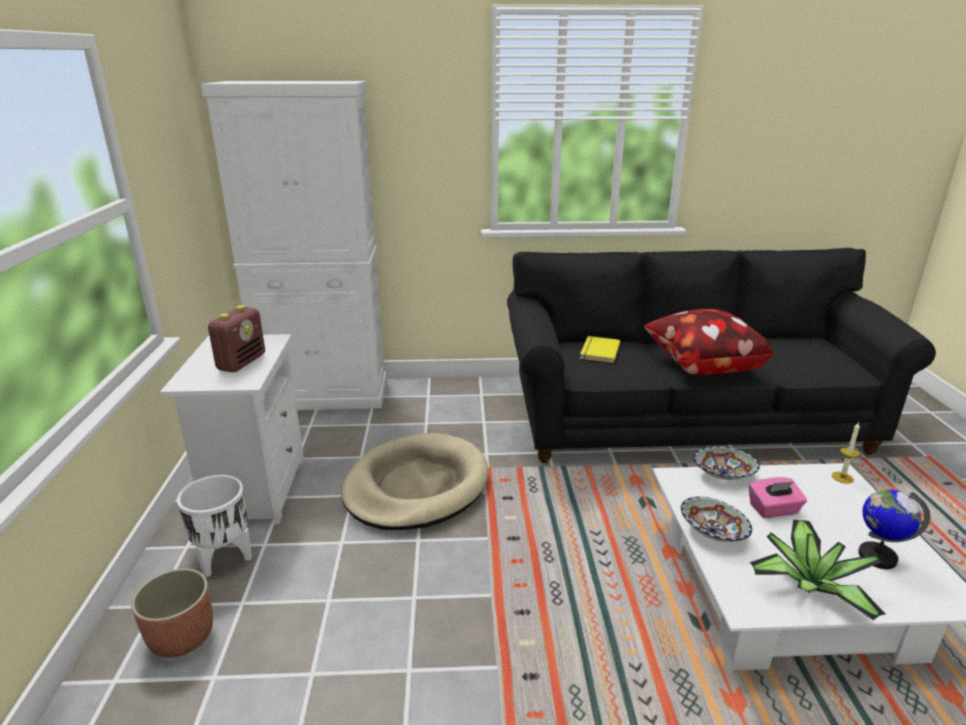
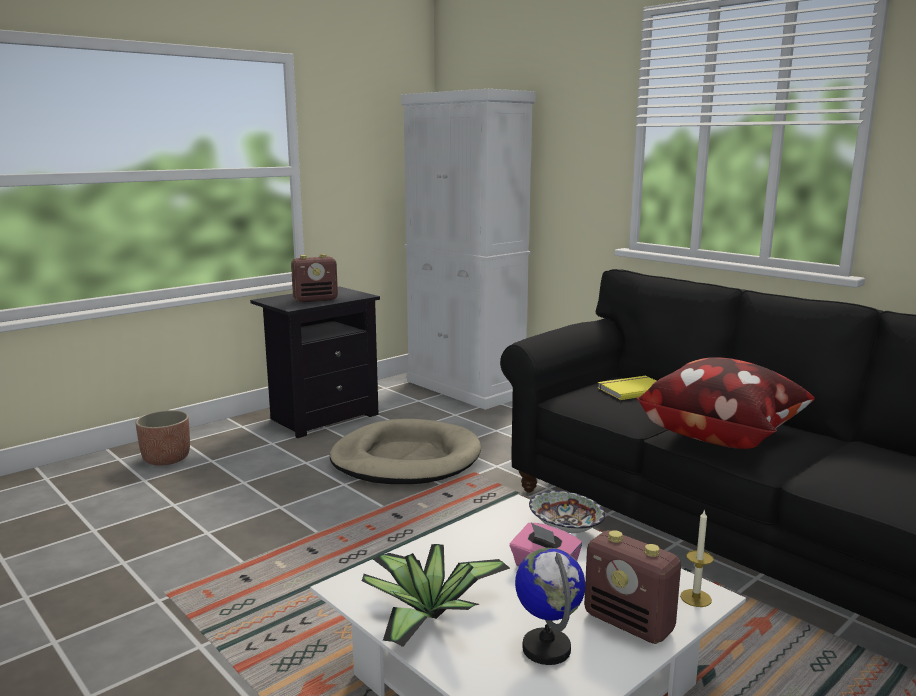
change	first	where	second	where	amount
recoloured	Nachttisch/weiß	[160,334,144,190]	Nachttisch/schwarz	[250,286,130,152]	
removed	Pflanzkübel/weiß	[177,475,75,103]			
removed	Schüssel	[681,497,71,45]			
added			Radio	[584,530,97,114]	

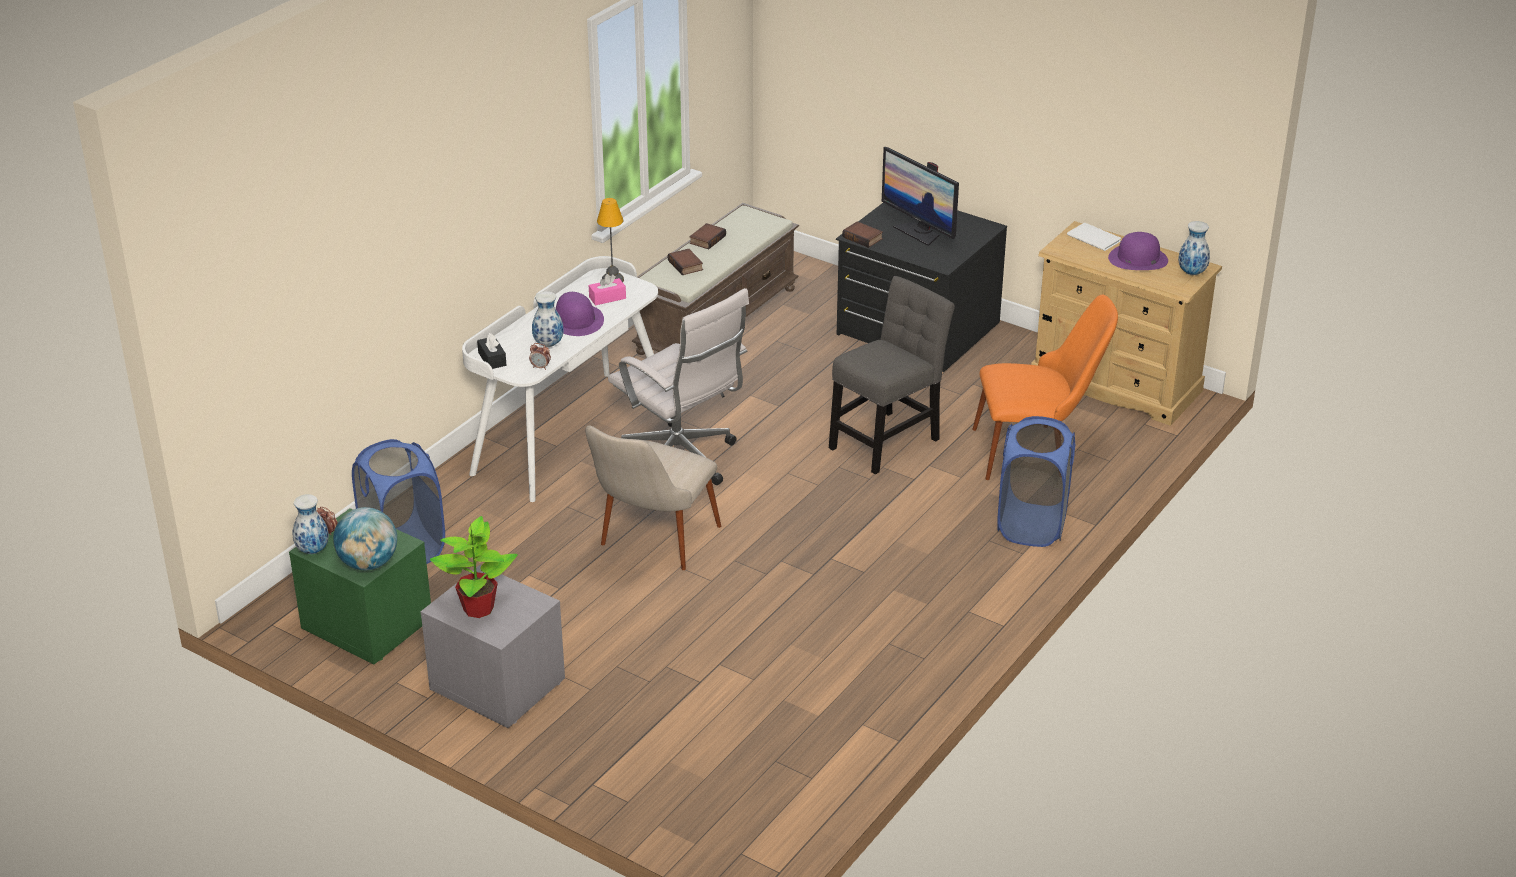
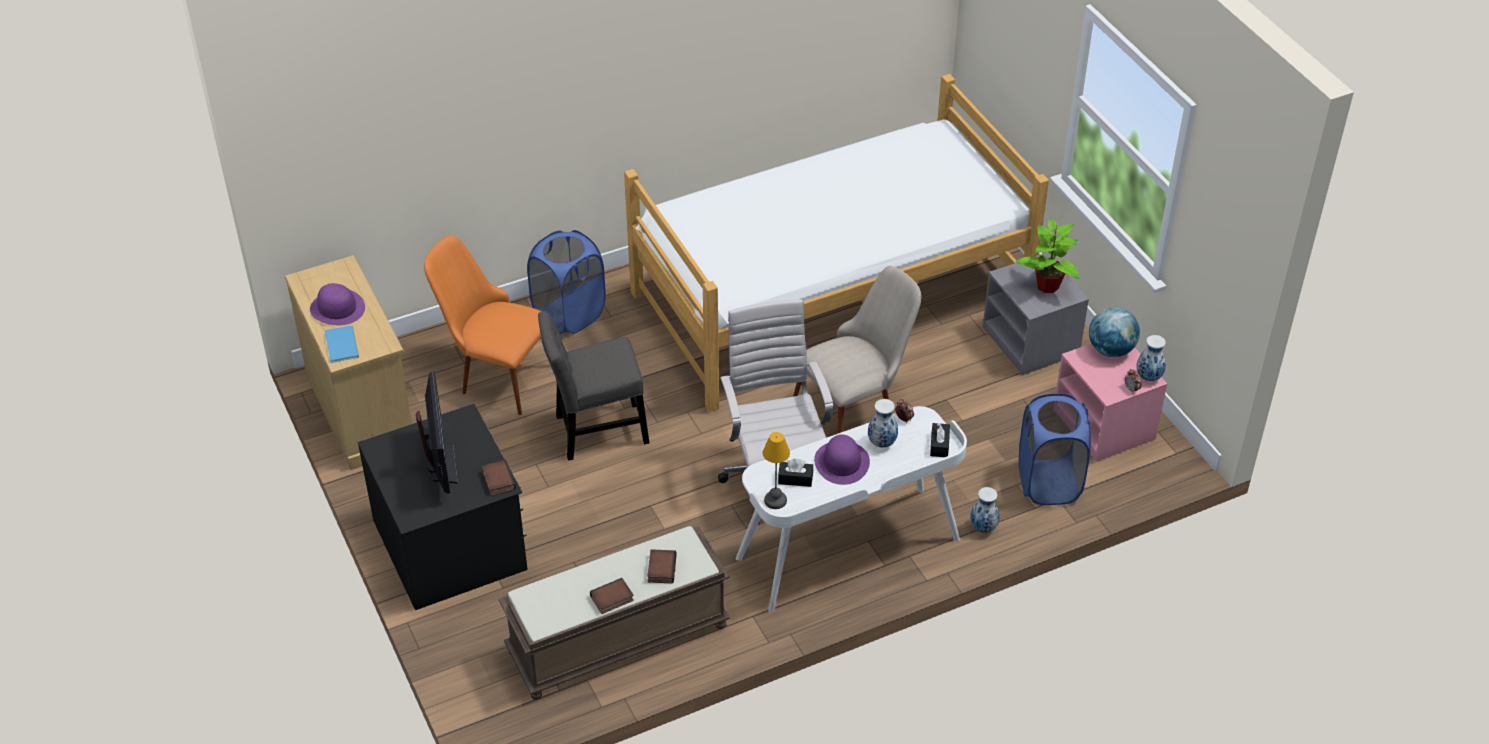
change	first	where	second	where	amount
moved	Vase	[1178,221,32,54]		[970,487,30,46]	
recoloured	Buch/weiß	[1067,223,54,28]	Buch/blau	[325,325,34,38]	
recoloured	Taschentuchbox/rosa	[589,274,37,32]	Taschentuchbox/schwarz	[778,459,35,28]	
recoloured	Nachttisch/grün	[289,508,142,156]	Nachttisch/rosa	[1056,343,111,119]	
added			Bett	[624,74,425,338]	

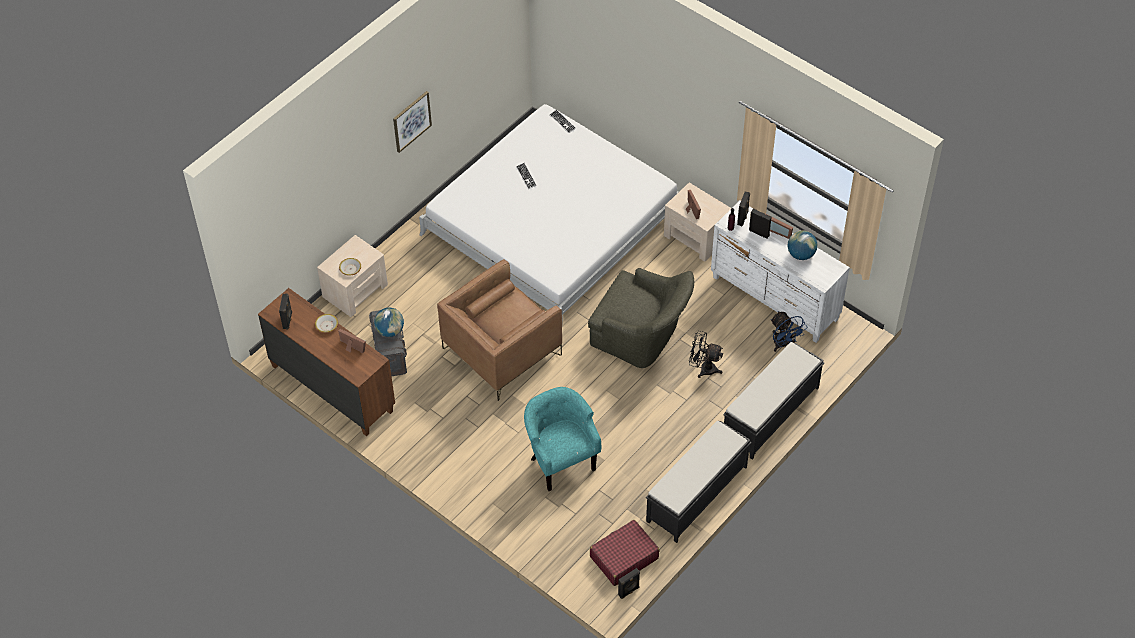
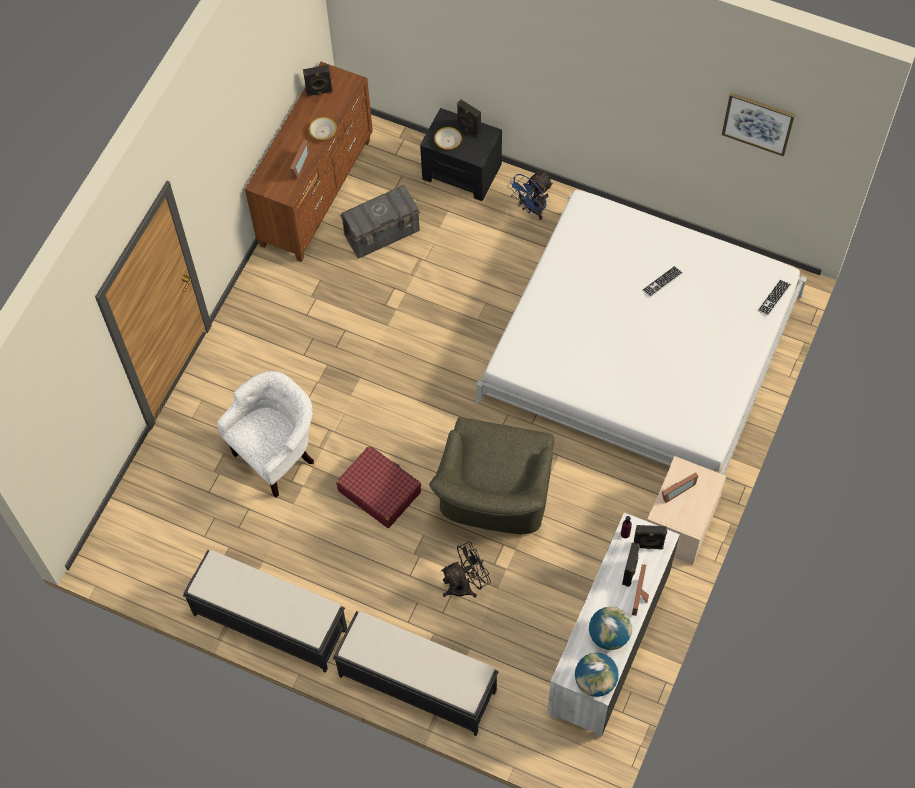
change	first	where	second	where	amount
moved	Bild	[393,91,39,62]		[722,93,73,63]	
recoloured	Nachttisch/beige	[317,235,71,82]	Nachttisch/schwarz	[420,108,82,93]	
removed	Sessel/braun	[437,259,125,142]			
moved	Globus	[374,307,30,30]		[575,653,44,44]	
moved	Ventilator/blau	[771,311,35,41]		[508,171,45,49]	
turned	Ventilator/schwarz	[689,331,34,47]		[441,542,50,55]	60 degrees clockwise
recoloured	Sessel/türkis	[524,387,77,104]	Sessel/weiß	[217,371,97,126]	
moved	Koffer/rot	[590,520,69,66]		[336,446,85,82]	
moved	Lautsprecher/schwarz	[618,568,22,31]		[457,100,24,37]	

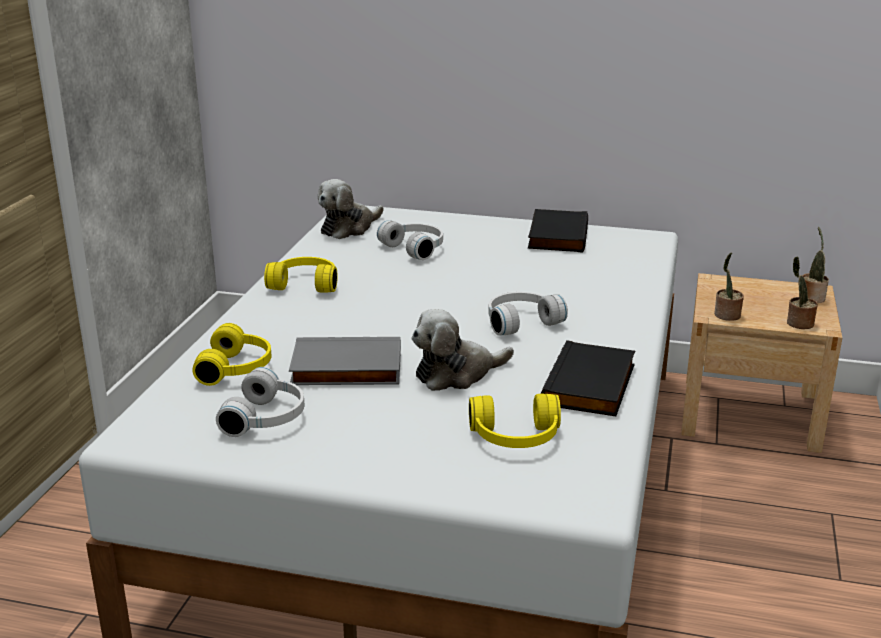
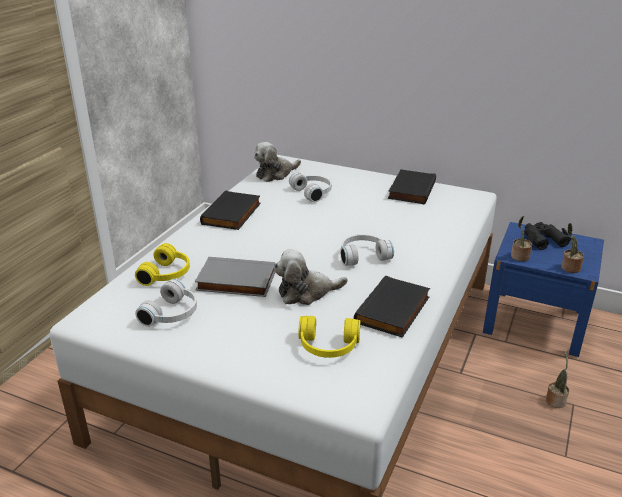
change	first	where	second	where	amount
moved	Topfpflanze	[802,227,27,76]		[546,351,23,57]	
replaced	Kopfhörer/gelb	[264,257,74,36]	Buch/schwarz	[200,190,61,40]	
recoloured	Nachttisch/beige	[681,273,161,180]	Nachttisch/blau	[483,222,121,135]	
added			Fernglas/schwarz	[524,222,47,28]	

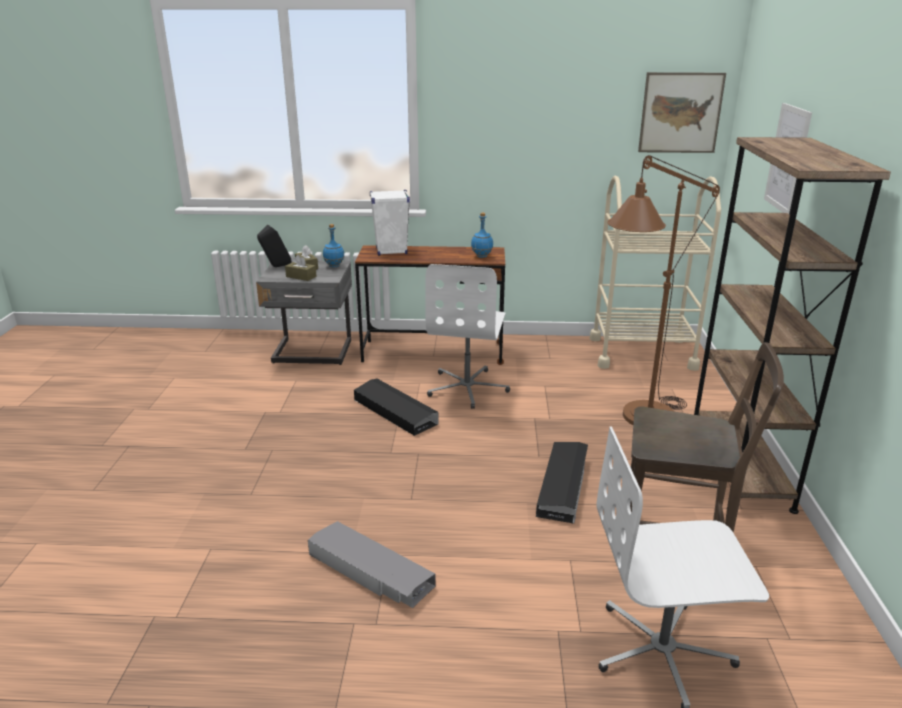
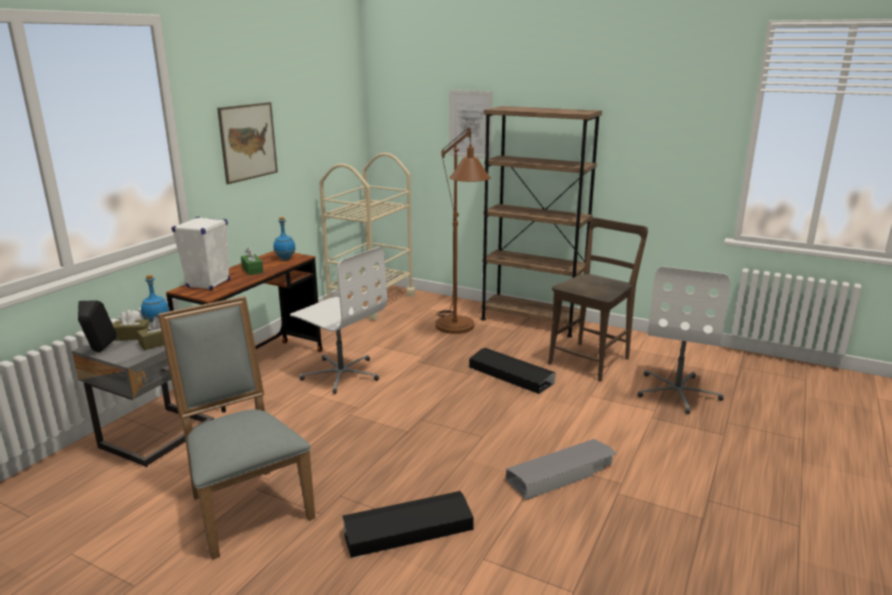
change	first	where	second	where	amount
moved	Bild	[638,72,88,81]		[217,102,61,82]	
moved	Aufbewahrungsbox/schwarz	[354,378,85,58]		[342,491,132,67]	
added			Taschentuchbox/grün	[241,248,23,27]	
added			Stuhl/grau	[158,296,157,264]	

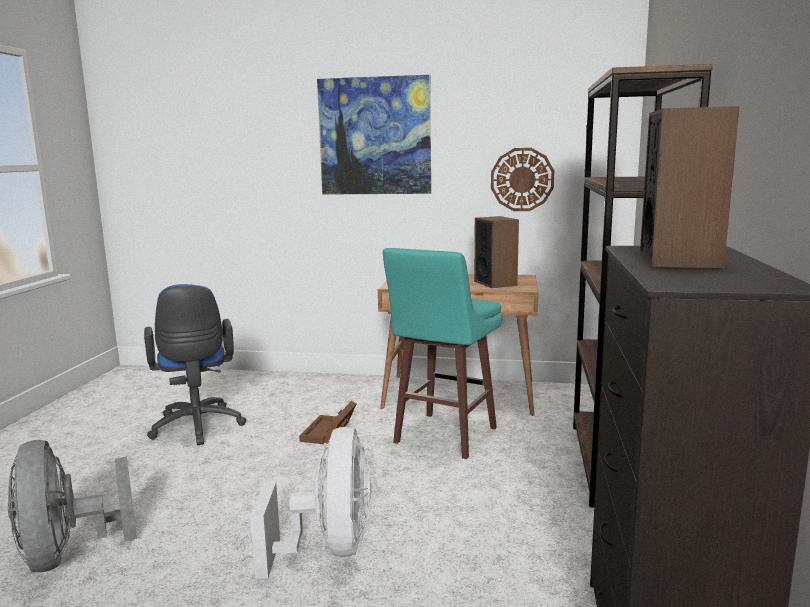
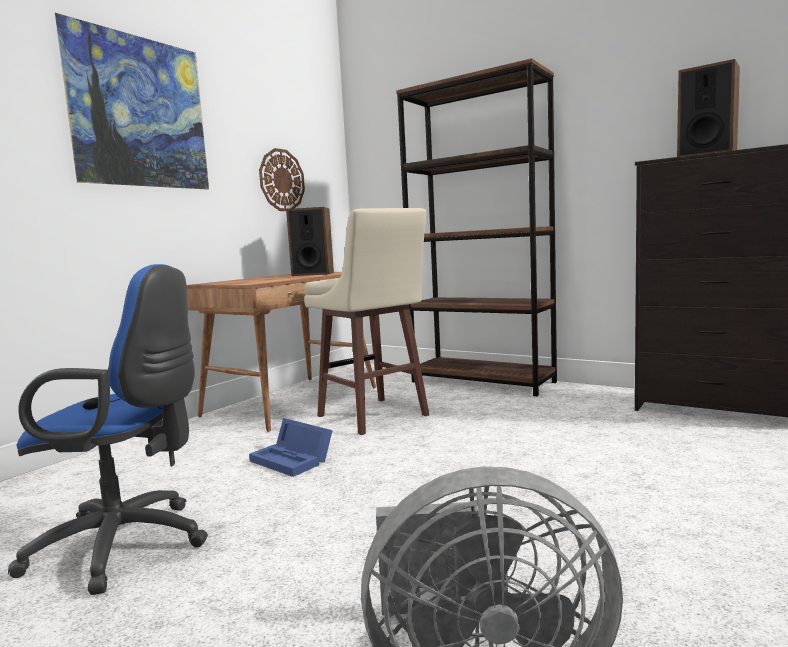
change	first	where	second	where	amount
recoloured	Hocker/türkis	[383,248,119,211]	Hocker/beige	[304,208,125,227]	
recoloured	Aufbewahrungsbox/braun	[299,401,58,43]	Aufbewahrungsbox/blau	[249,418,84,59]	
removed	Ventilator/weiß	[250,427,121,152]			

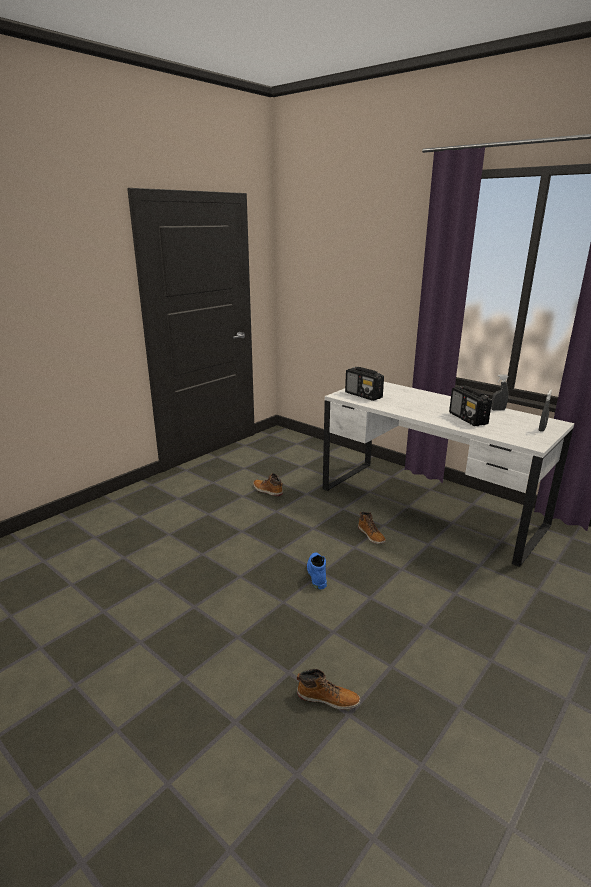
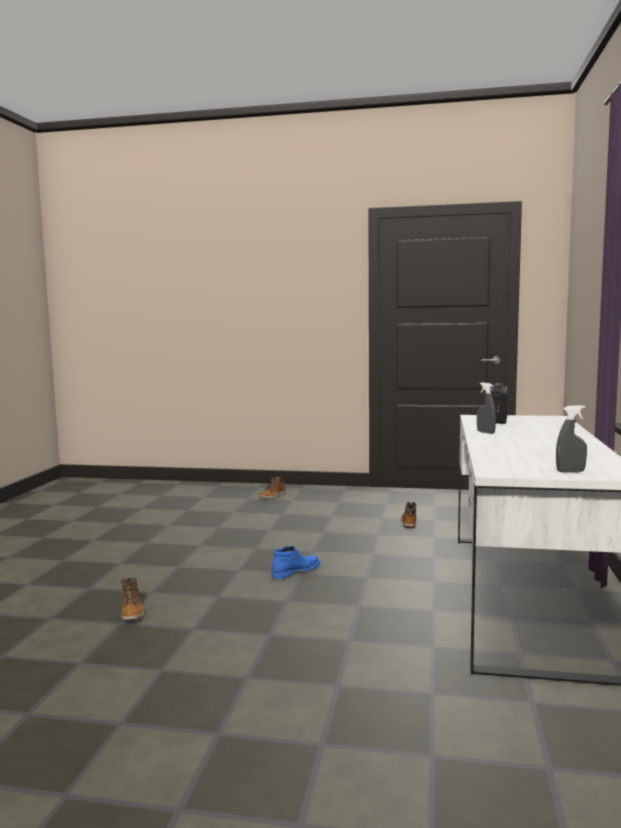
change	first	where	second	where	amount
moved	Sprühflasche/grau	[491,374,18,37]		[477,382,19,52]	
removed	Radio	[449,386,43,40]			
moved	Stiefel	[358,512,28,32]		[259,476,27,23]	

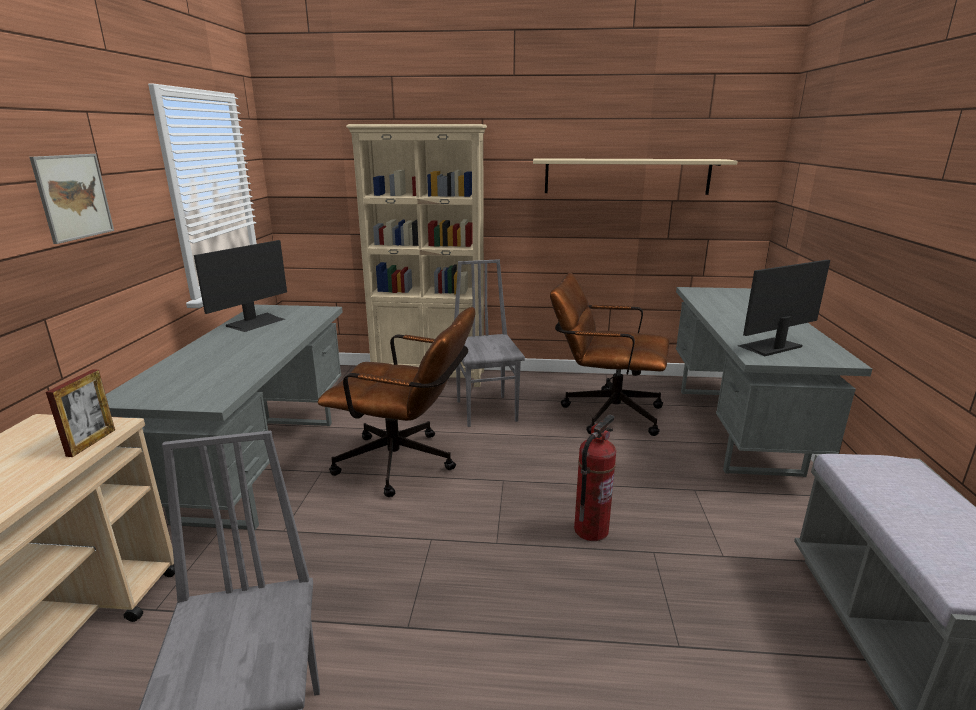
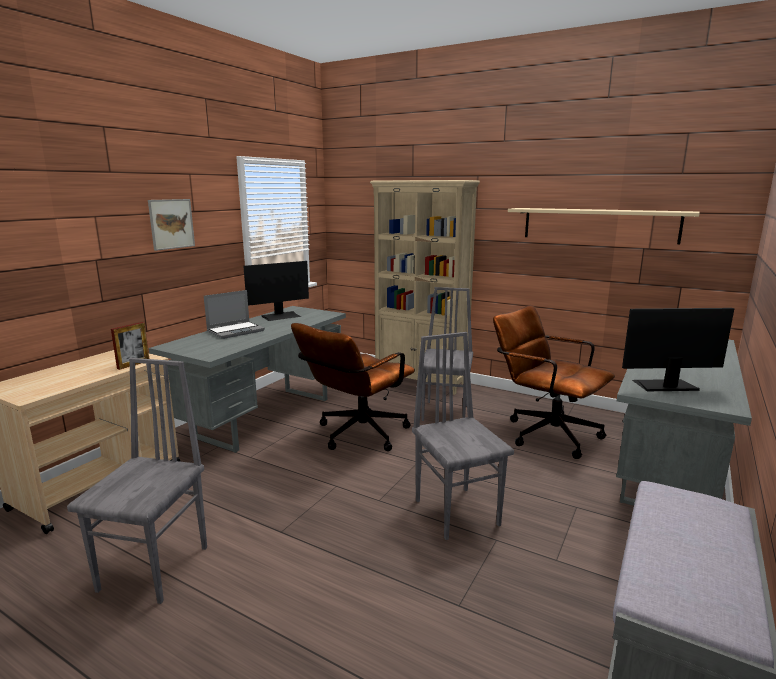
change	first	where	second	where	amount
turned	Bürostuhl/braun	[318,307,157,190]		[291,323,124,128]	90 degrees clockwise
replaced	Feuerlöscher	[574,415,42,126]	Stuhl/grau	[412,332,102,208]	
added			Laptop	[204,290,61,49]	

